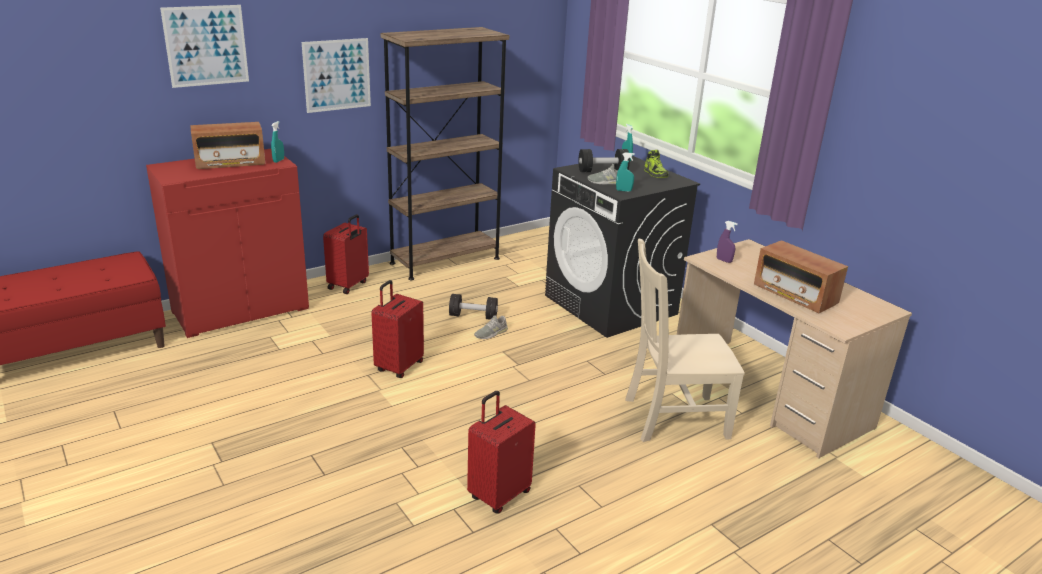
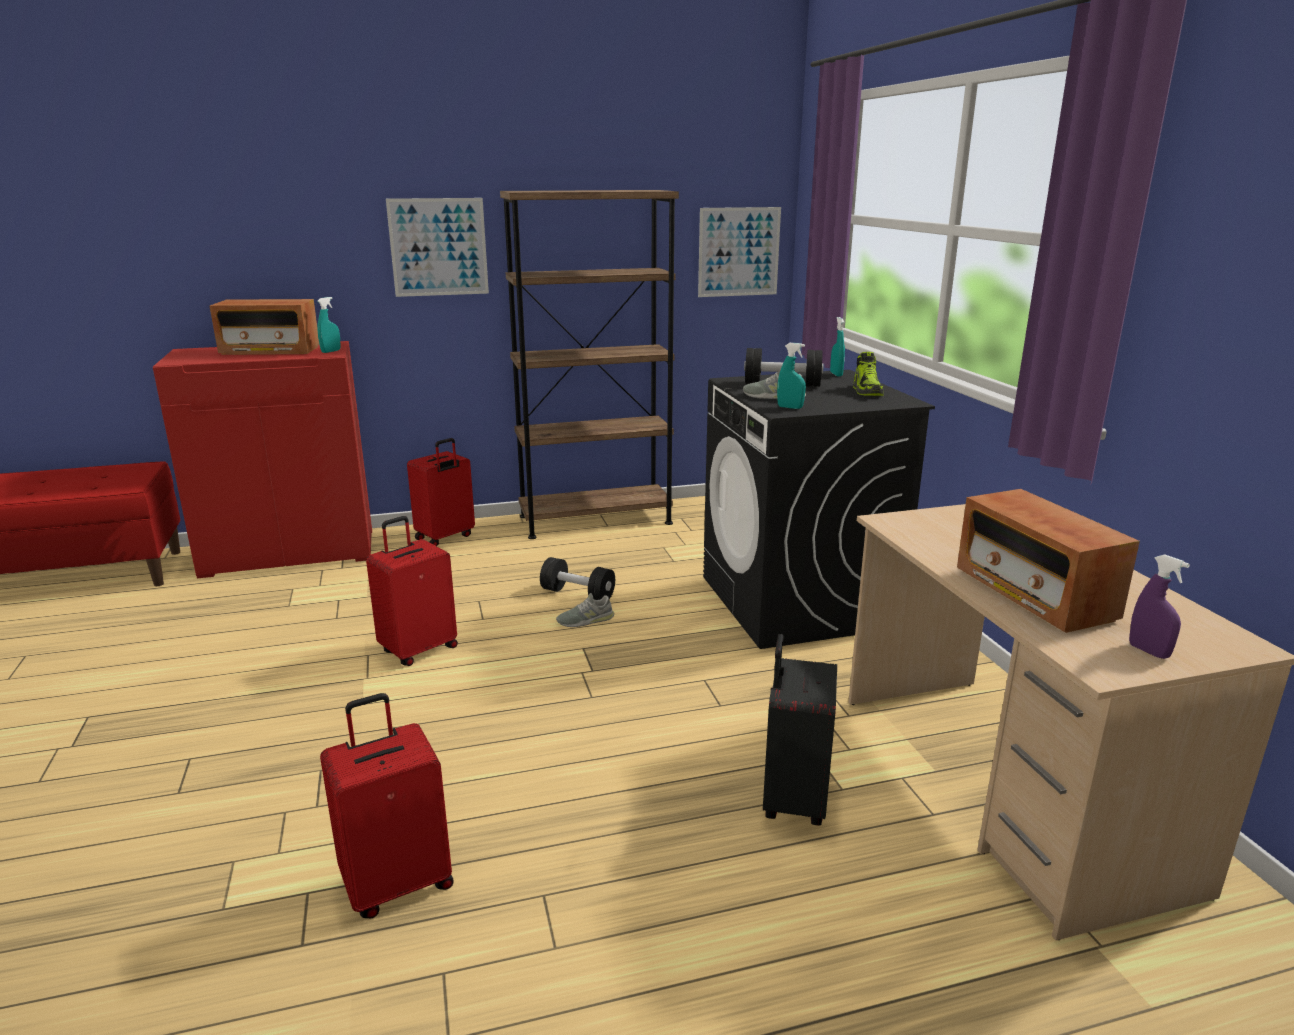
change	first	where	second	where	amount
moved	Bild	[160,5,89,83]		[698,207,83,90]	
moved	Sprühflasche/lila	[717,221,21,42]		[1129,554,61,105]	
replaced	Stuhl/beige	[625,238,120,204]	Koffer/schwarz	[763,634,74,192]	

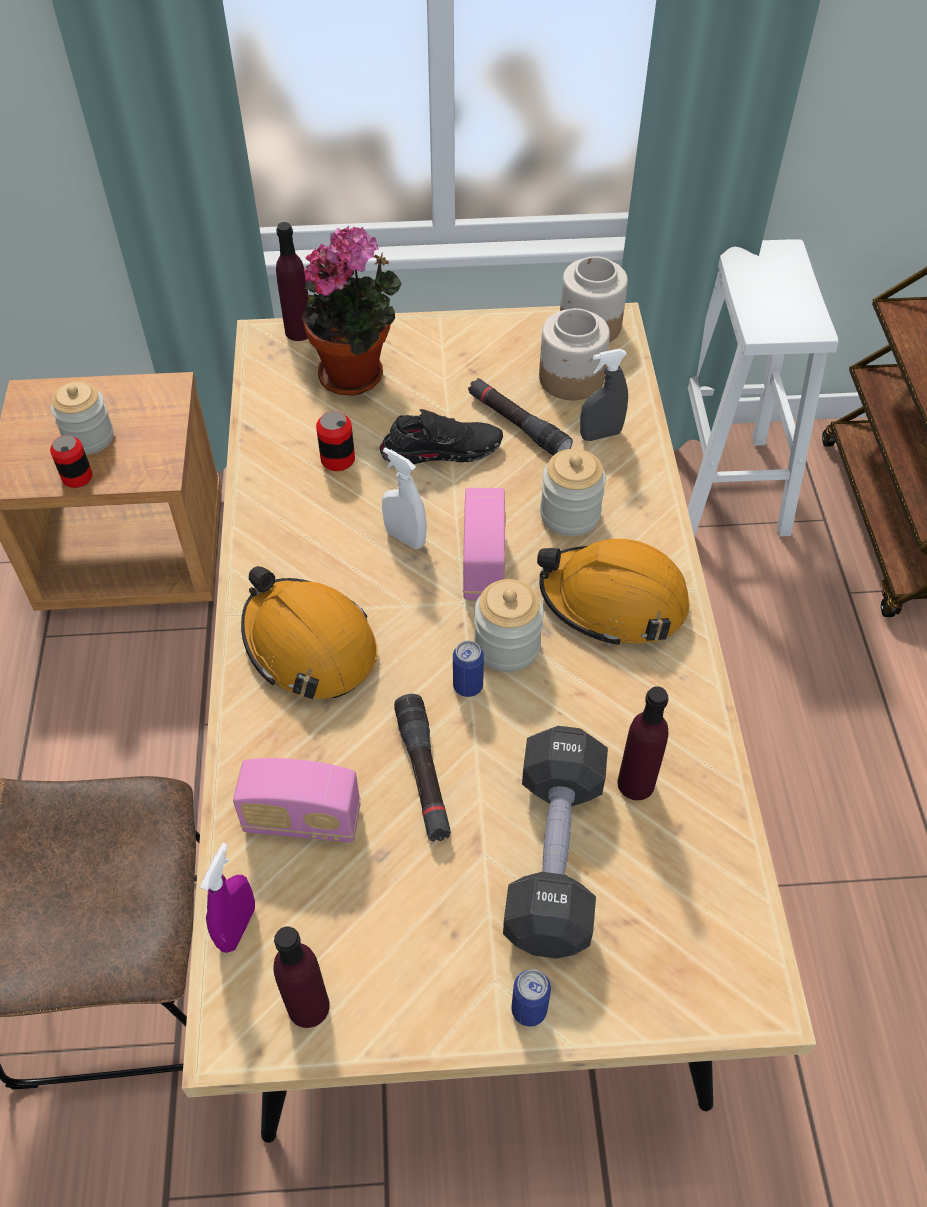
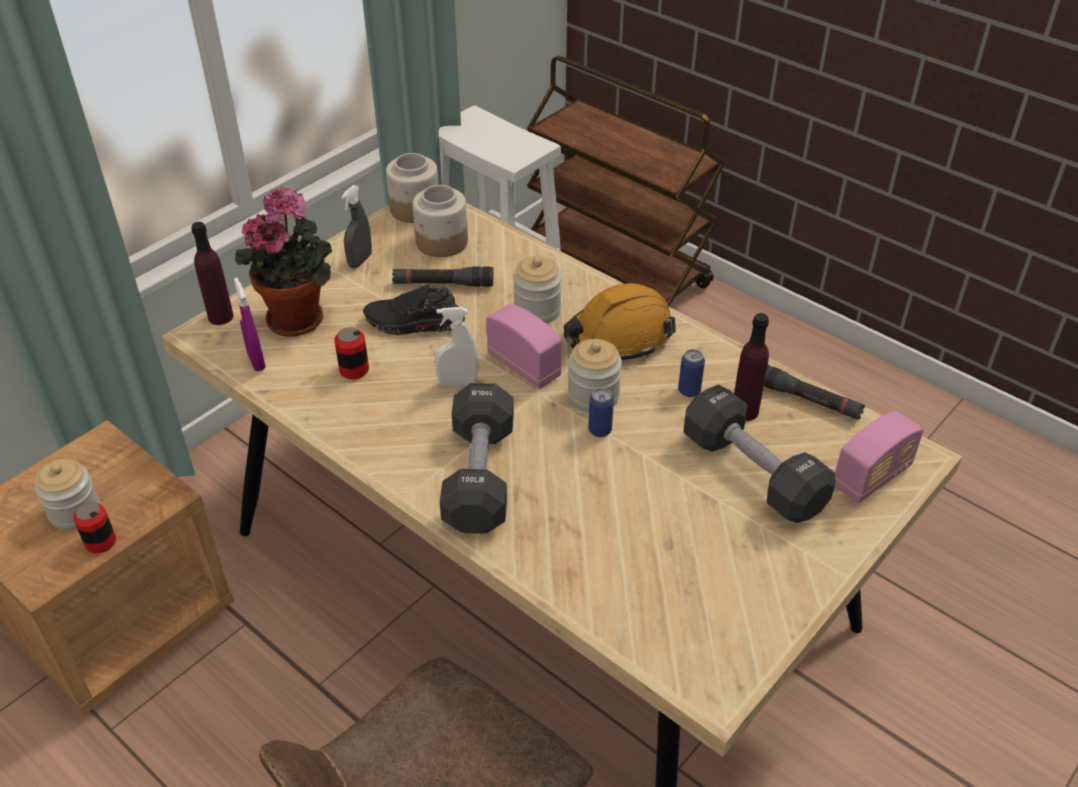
change	first	where	second	where	amount
moved	Sprühflasche/grau	[580,349,48,92]		[341,185,31,83]	
turned	Schuh/schwarz	[379,409,124,55]		[363,285,102,50]	120 degrees counterclockwise
replaced	Schutzhelm/orange	[241,566,137,133]	Hantel/schwarz	[440,383,74,151]	
moved	Taschenlampe/schwarz	[394,694,57,148]		[764,365,101,55]	
moved	Radio	[233,758,128,85]		[835,411,89,92]	
moved	Sprühflasche/lila	[200,843,55,110]		[234,278,32,93]	
removed	Flasche/lila	[273,927,57,101]			
moved	Dose	[511,969,40,57]		[678,349,27,48]	

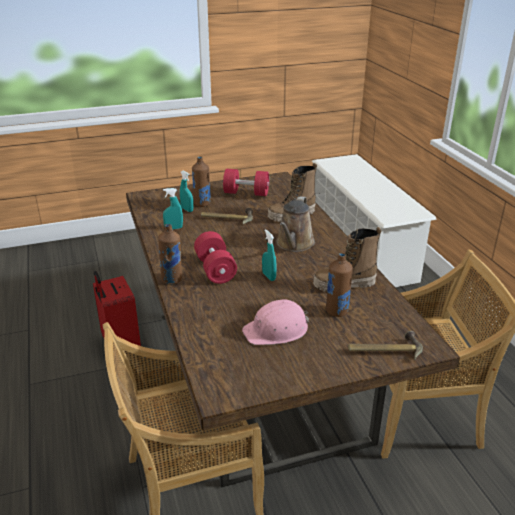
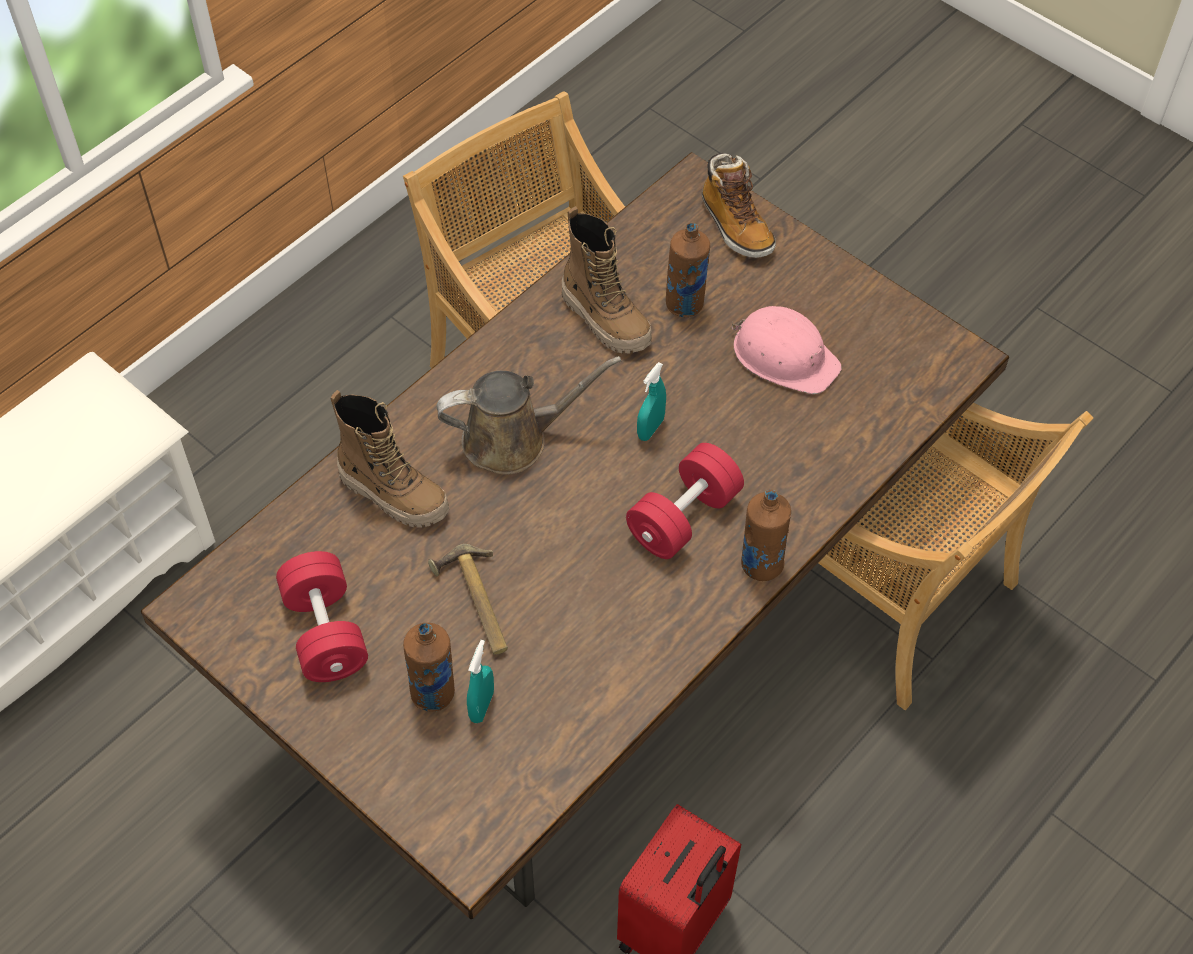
change	first	where	second	where	amount
removed	Sprühflasche/türkis	[163,188,20,41]			
replaced	Hammer	[348,331,75,29]	Stiefel	[702,153,74,105]	

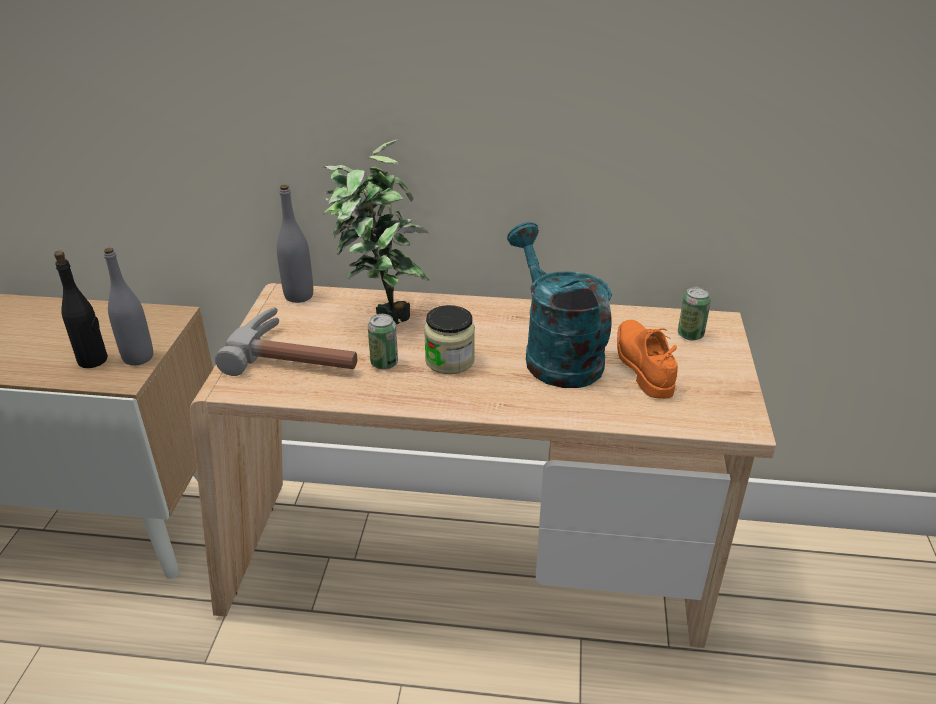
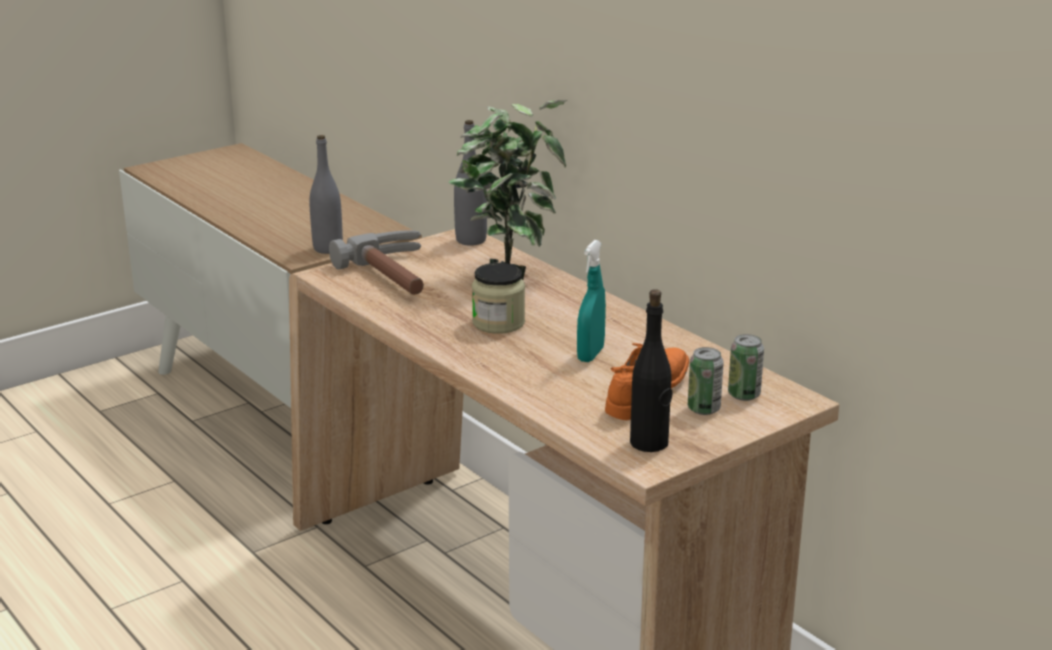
change	first	where	second	where	amount
replaced	Gießkanne/türkis	[507,222,105,166]	Sprühflasche/türkis	[577,240,29,122]	
moved	Flasche/schwarz	[54,251,54,117]		[630,289,42,163]	
moved	Dose	[368,314,30,56]		[688,347,36,68]	

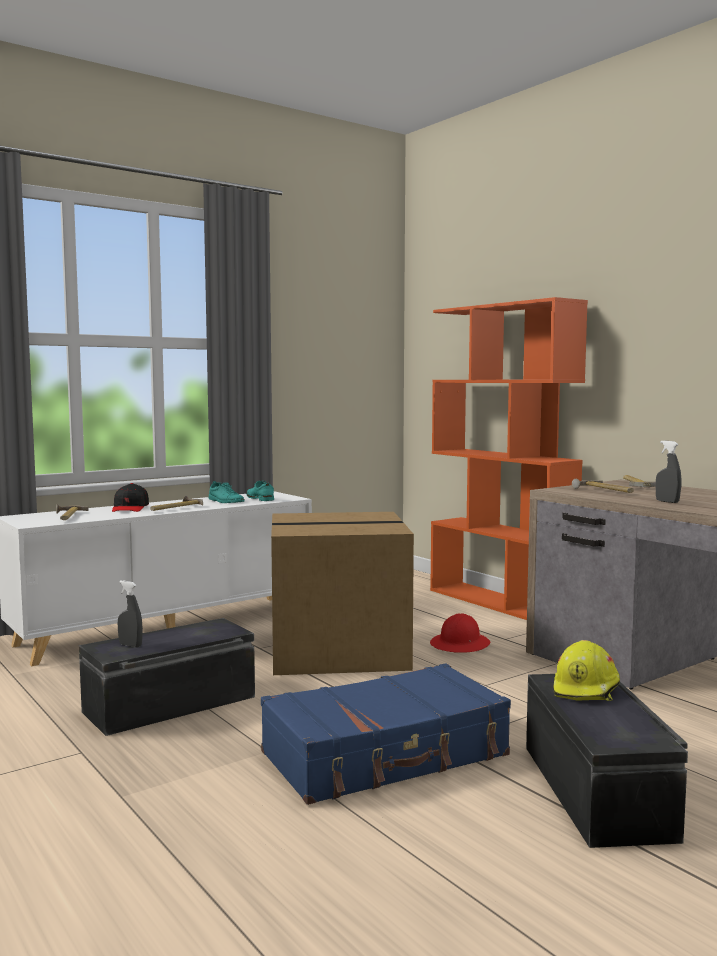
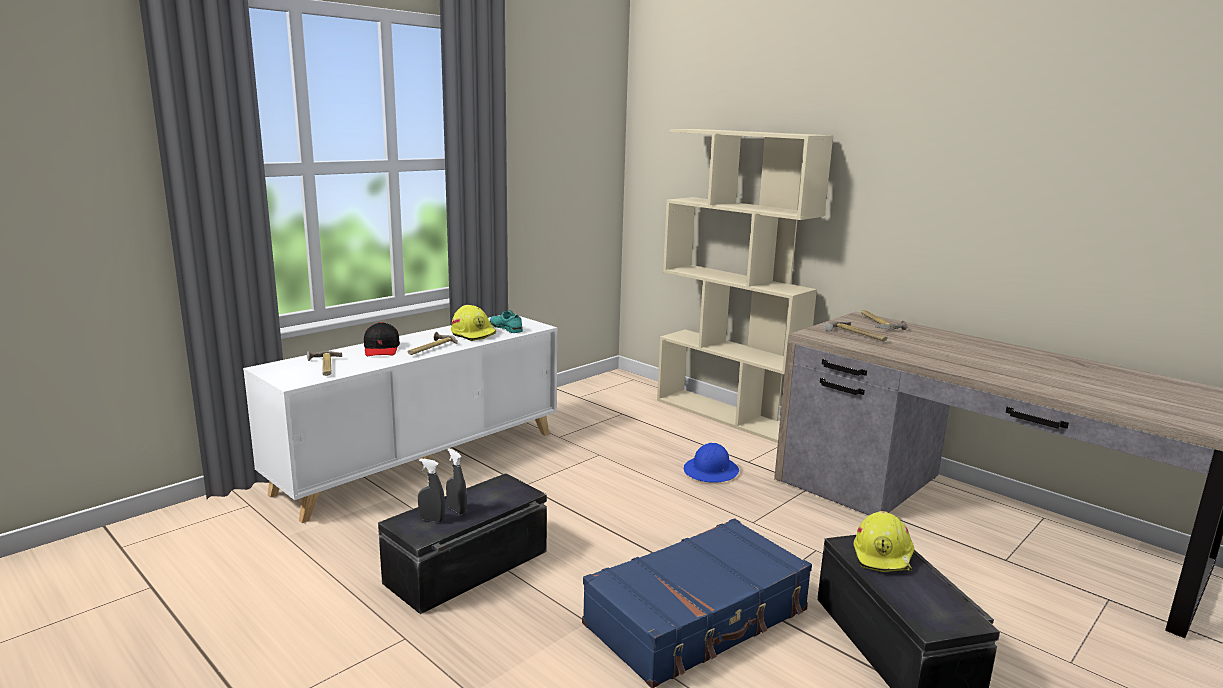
change	first	where	second	where	amount
recoloured	Bücherregal/orange	[430,297,158,323]	Bücherregal/beige	[657,129,176,314]	
moved	Sprühflasche/grau	[655,440,26,63]		[446,449,21,65]	
replaced	Schuh/türkis	[209,481,35,22]	Schutzhelm/gelb	[451,305,45,36]	
removed	Karton	[271,512,143,163]			
recoloured	Schutzhelm/rot	[430,614,60,39]	Schutzhelm/blau	[684,443,55,40]	

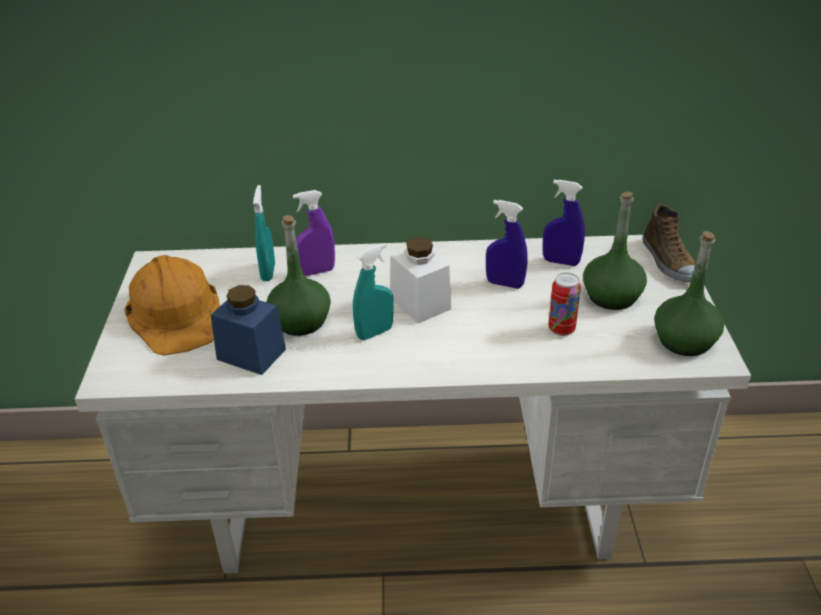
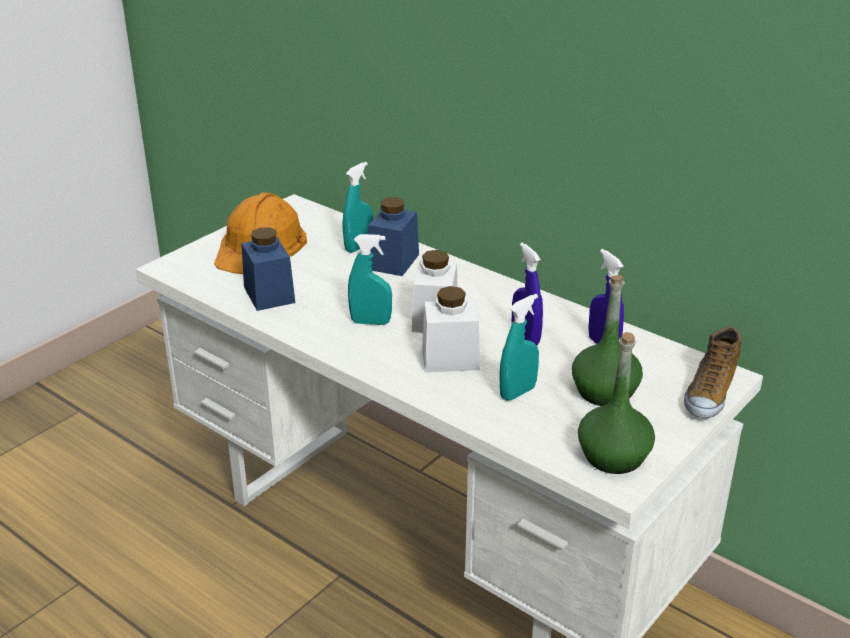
change	first	where	second	where	amount
replaced	Sprühflasche/lila	[293,190,42,86]	Vorratsglas/blau	[368,197,51,79]	
removed	Flasche/grün	[266,215,65,121]			
replaced	Dose	[548,273,33,63]	Sprühflasche/türkis	[500,294,39,107]	
added			Vorratsglas/weiß	[422,286,58,86]	

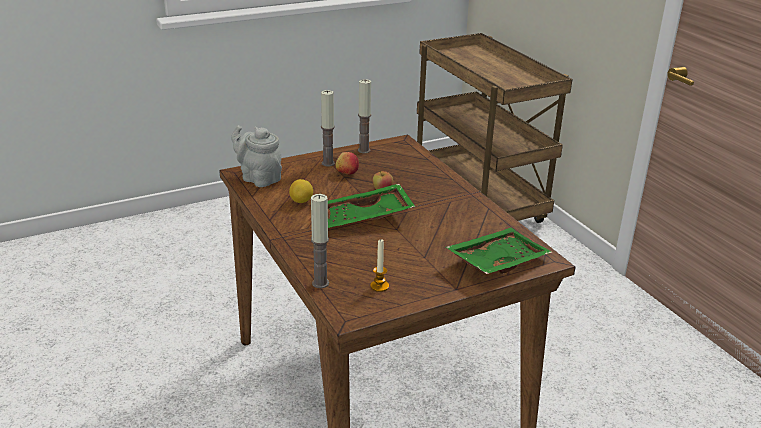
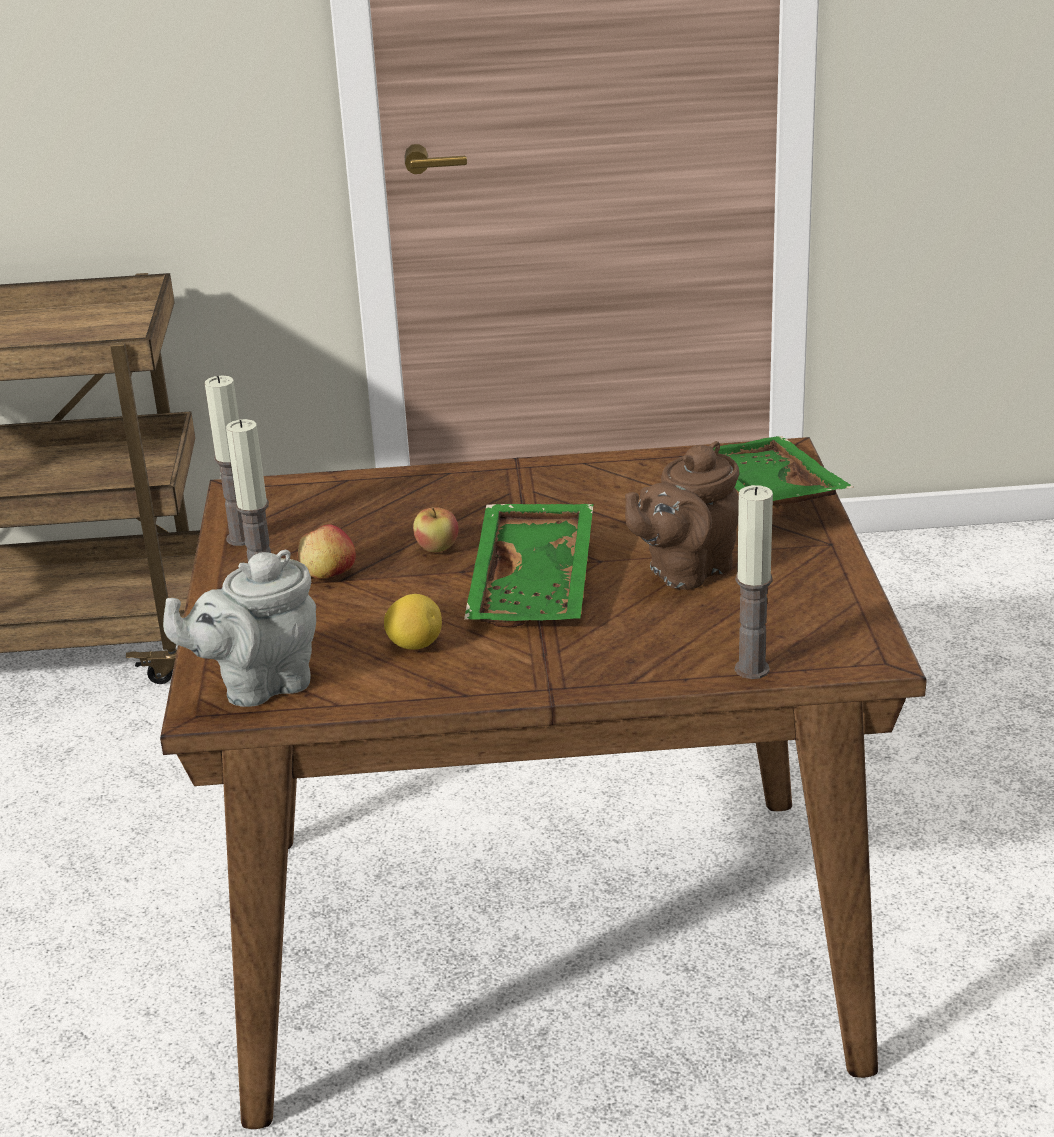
change	first	where	second	where	amount
removed	Kerze	[370,240,19,52]			
added			Teekanne/braun	[625,441,114,149]	

